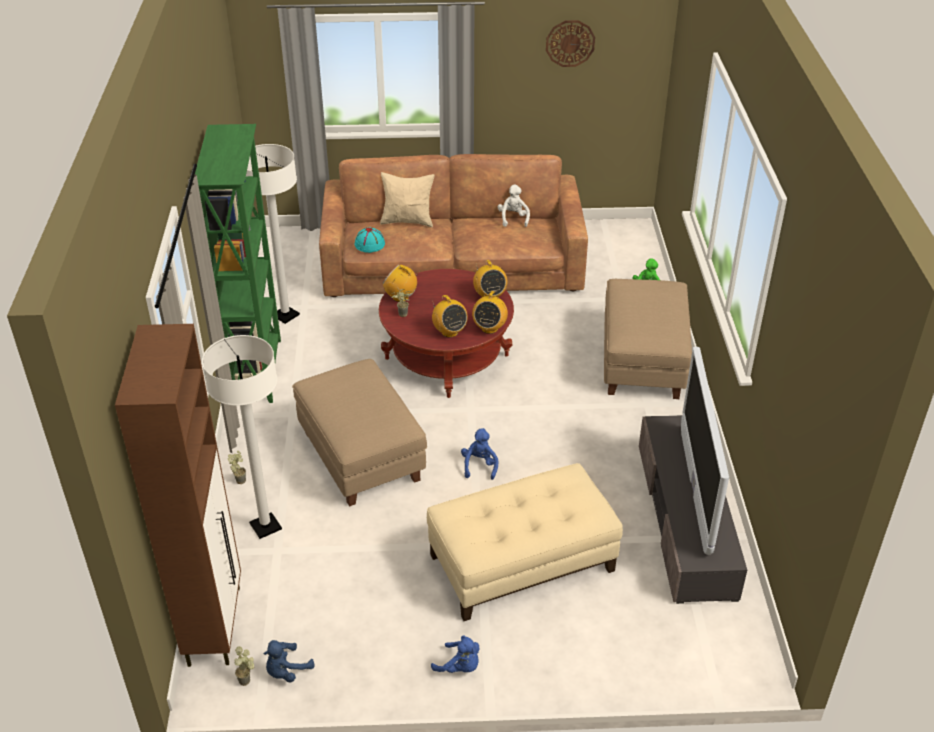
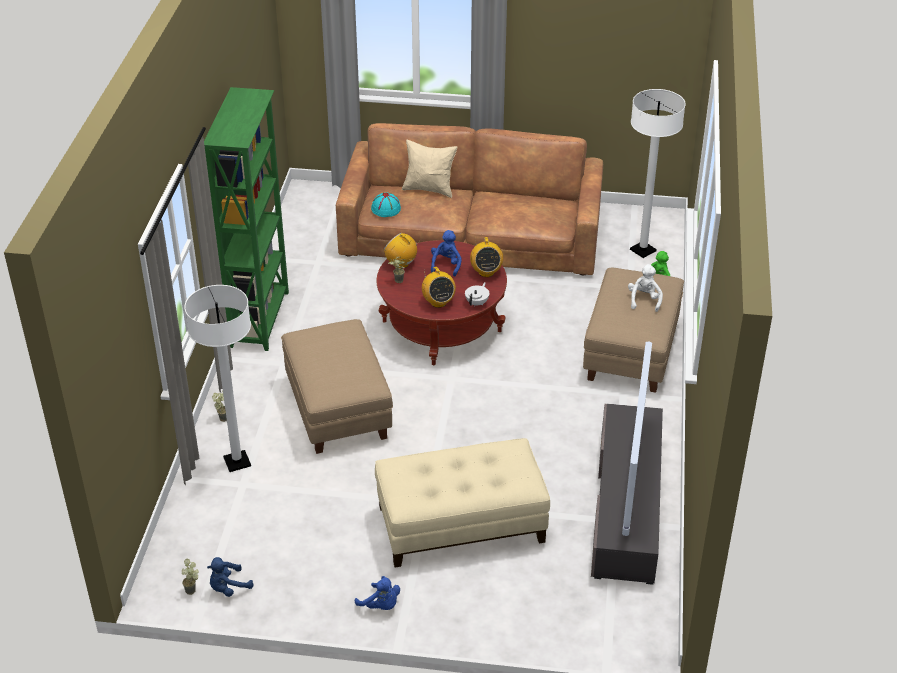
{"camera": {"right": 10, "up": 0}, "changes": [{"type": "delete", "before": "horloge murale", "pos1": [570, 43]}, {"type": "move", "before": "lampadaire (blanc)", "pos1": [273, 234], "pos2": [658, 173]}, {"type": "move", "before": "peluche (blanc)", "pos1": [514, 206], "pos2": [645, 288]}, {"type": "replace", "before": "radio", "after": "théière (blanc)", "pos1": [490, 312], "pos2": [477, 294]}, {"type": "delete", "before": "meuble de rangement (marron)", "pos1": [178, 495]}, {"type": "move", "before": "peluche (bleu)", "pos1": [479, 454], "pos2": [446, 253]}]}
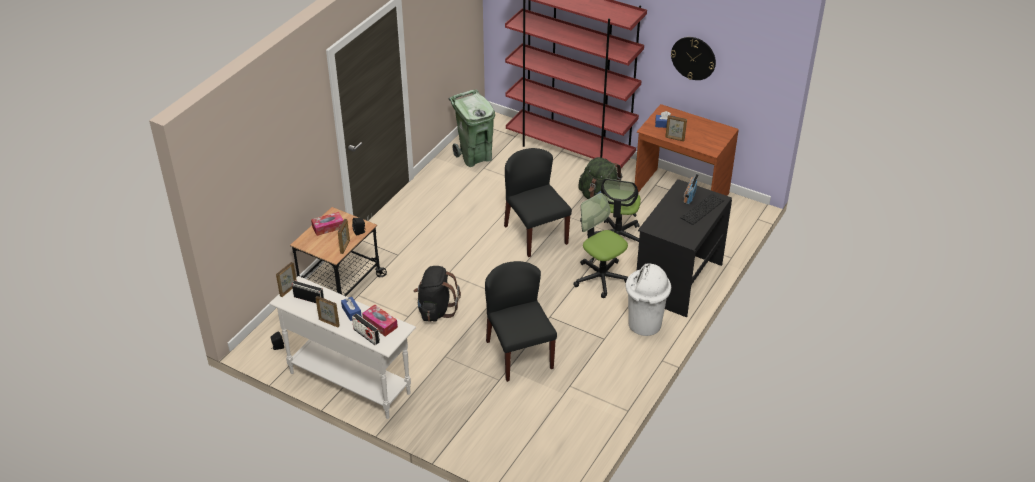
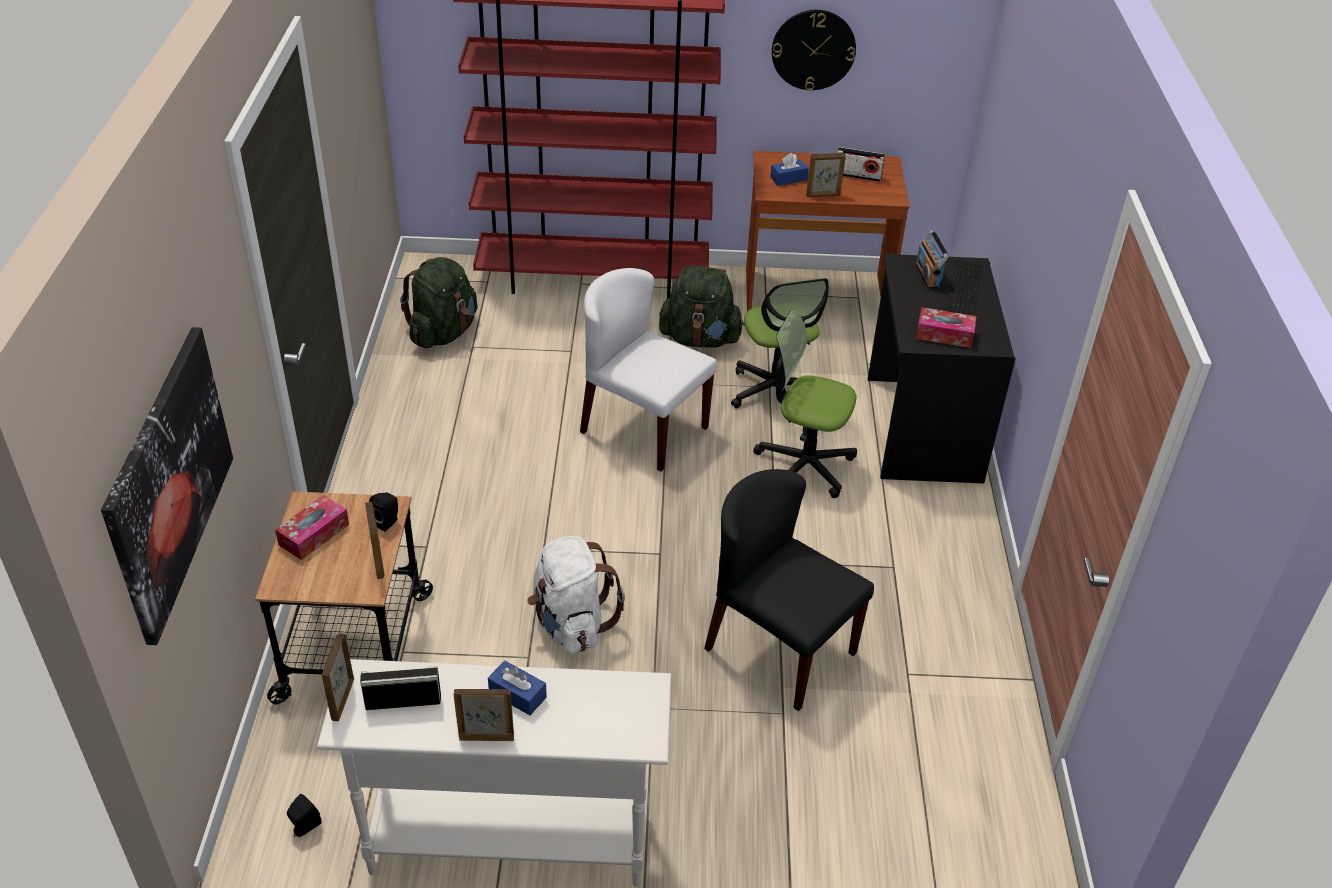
{"camera": {"right": -30, "up": 0}, "changes": [{"type": "replace", "before": "poubelle (vert)", "after": "sac à dos (vert)", "pos1": [472, 128], "pos2": [439, 302]}, {"type": "recolor", "before": "chaise (noir)", "after": "chaise (blanc)", "pos1": [538, 202], "pos2": [648, 370]}, {"type": "delete", "before": "poubelle (blanc)", "pos1": [648, 299]}, {"type": "recolor", "before": "sac à dos (noir)", "after": "sac à dos (blanc)", "pos1": [437, 294], "pos2": [576, 595]}, {"type": "move", "before": "boîte à mouchoirs", "pos1": [380, 320], "pos2": [946, 327]}, {"type": "move", "before": "radio", "pos1": [366, 329], "pos2": [861, 164]}, {"type": "insert", "after": "tableau", "pos2": [167, 486]}]}
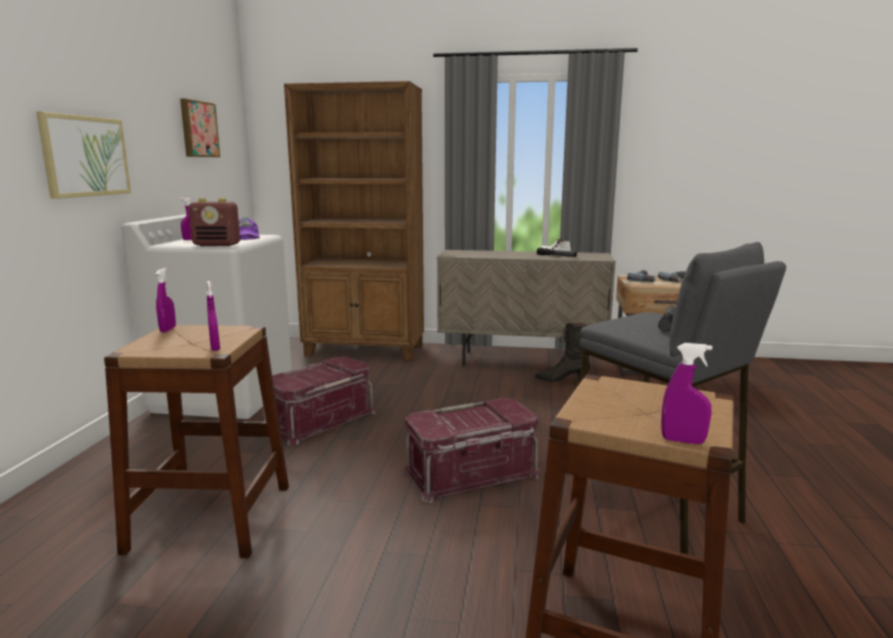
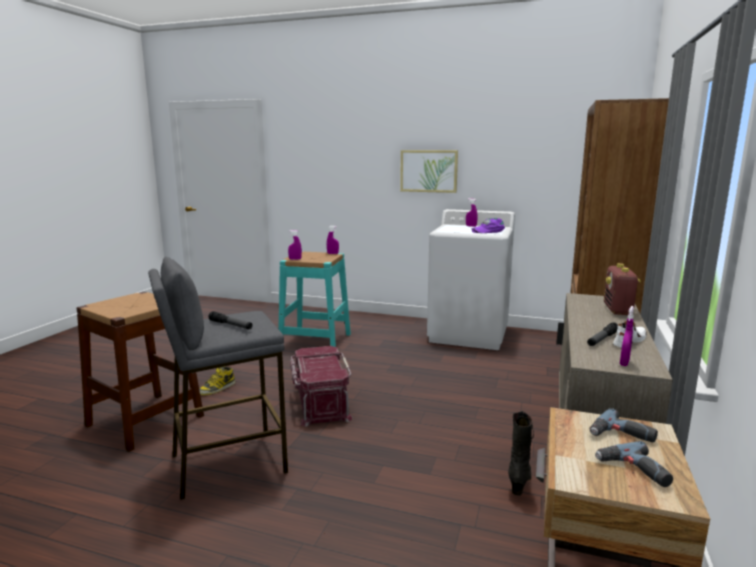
{"camera": {"right": 100, "up": 0}, "changes": [{"type": "delete", "before": "tableau", "pos1": [200, 128]}, {"type": "move", "before": "radio", "pos1": [214, 222], "pos2": [622, 289]}, {"type": "recolor", "before": "tabouret (marron)", "after": "tabouret (turquoise)", "pos1": [196, 441], "pos2": [314, 299]}, {"type": "move", "before": "vaporisateur (violet)", "pos1": [686, 393], "pos2": [627, 336]}, {"type": "delete", "before": "boîte de rangement (rouge)", "pos1": [319, 401]}, {"type": "insert", "after": "botte", "pos2": [217, 380]}]}
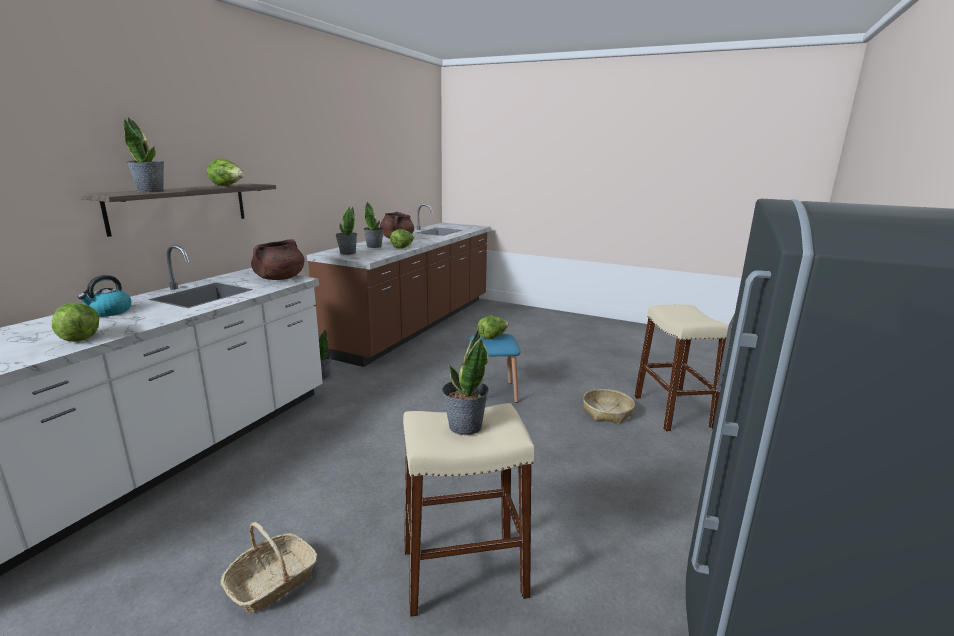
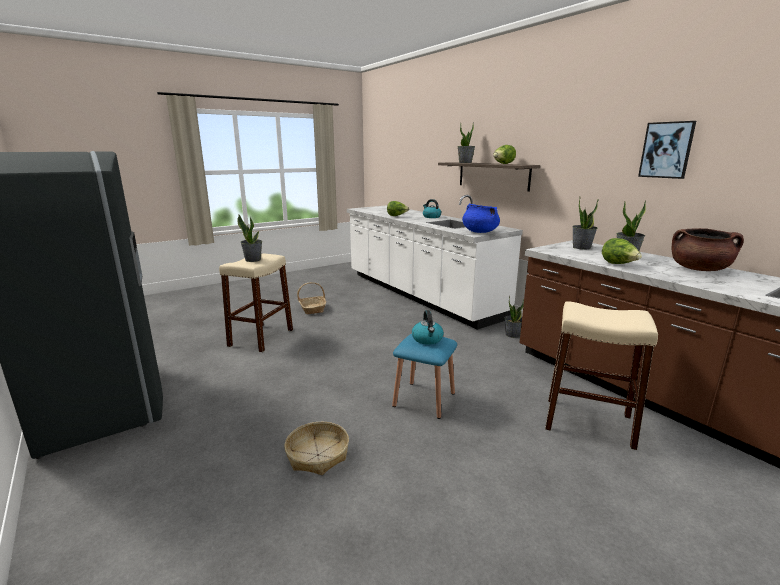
{"camera": {"right": 120, "up": 0}, "changes": [{"type": "recolor", "before": "marmite (marron)", "after": "marmite (bleu)", "pos1": [277, 259], "pos2": [481, 218]}, {"type": "move", "before": "tabouret (beige)", "pos1": [681, 368], "pos2": [601, 375]}, {"type": "replace", "before": "laitue", "after": "bouilloire", "pos1": [493, 327], "pos2": [428, 327]}, {"type": "insert", "after": "tableau", "pos2": [667, 150]}]}
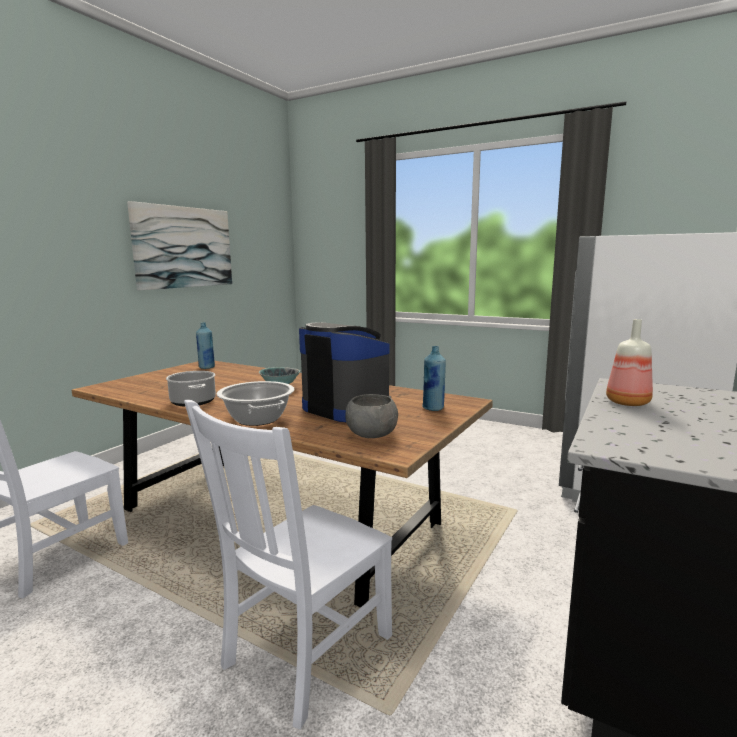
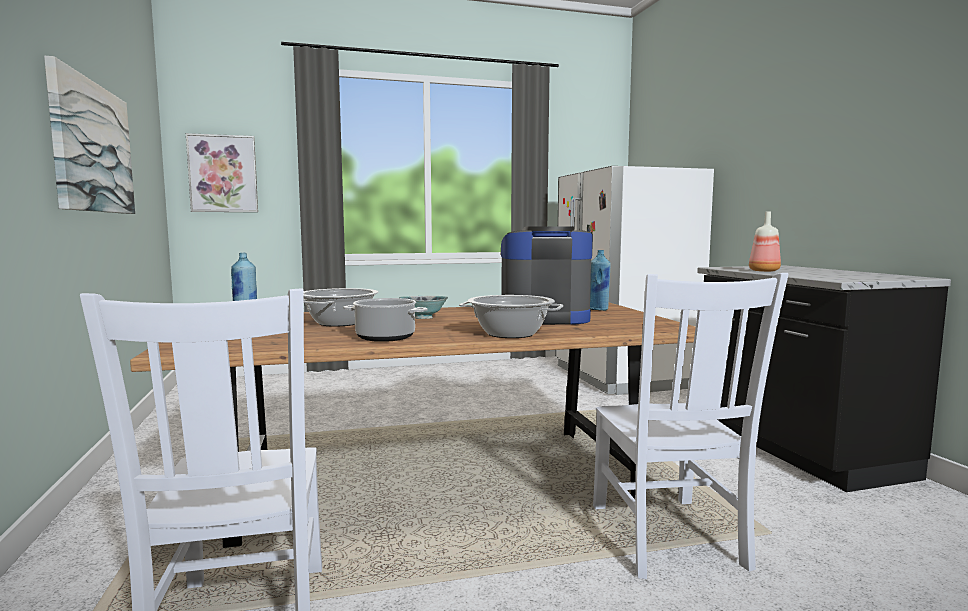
{"camera": {"right": -45, "up": -5}, "changes": [{"type": "delete", "before": "bol (gris)", "pos1": [371, 416]}, {"type": "insert", "after": "tableau", "pos2": [222, 172]}, {"type": "insert", "after": "marmite", "pos2": [341, 307]}]}
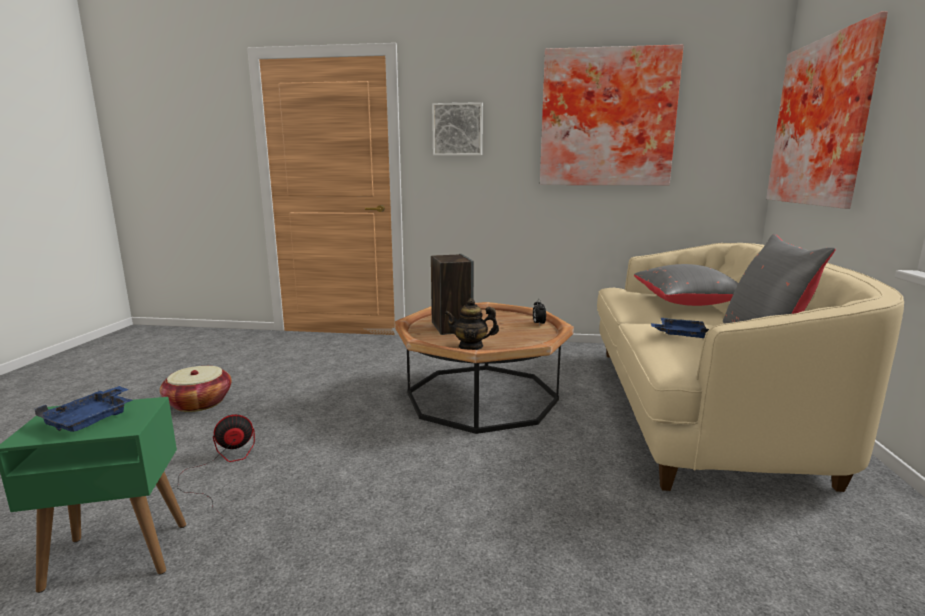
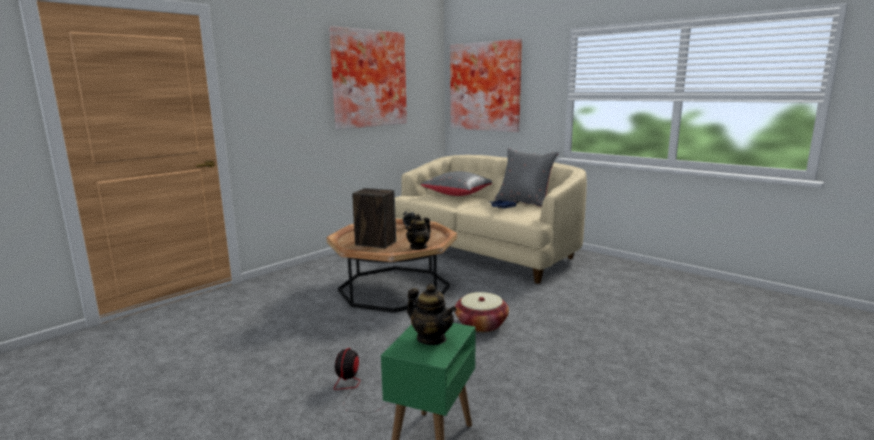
{"camera": {"right": -55, "up": 0}, "changes": [{"type": "delete", "before": "tableau", "pos1": [457, 129]}, {"type": "move", "before": "panier", "pos1": [196, 389], "pos2": [482, 312]}, {"type": "replace", "before": "plateau (bleu)", "after": "théière", "pos1": [83, 409], "pos2": [431, 314]}]}
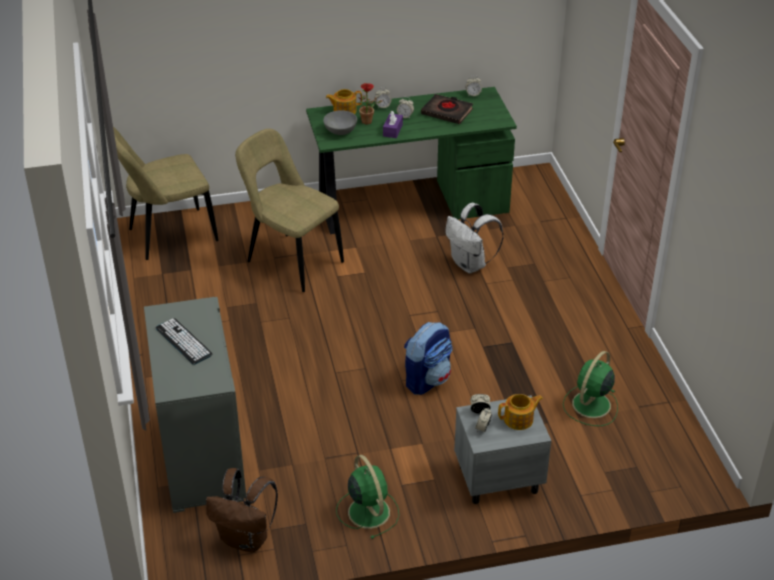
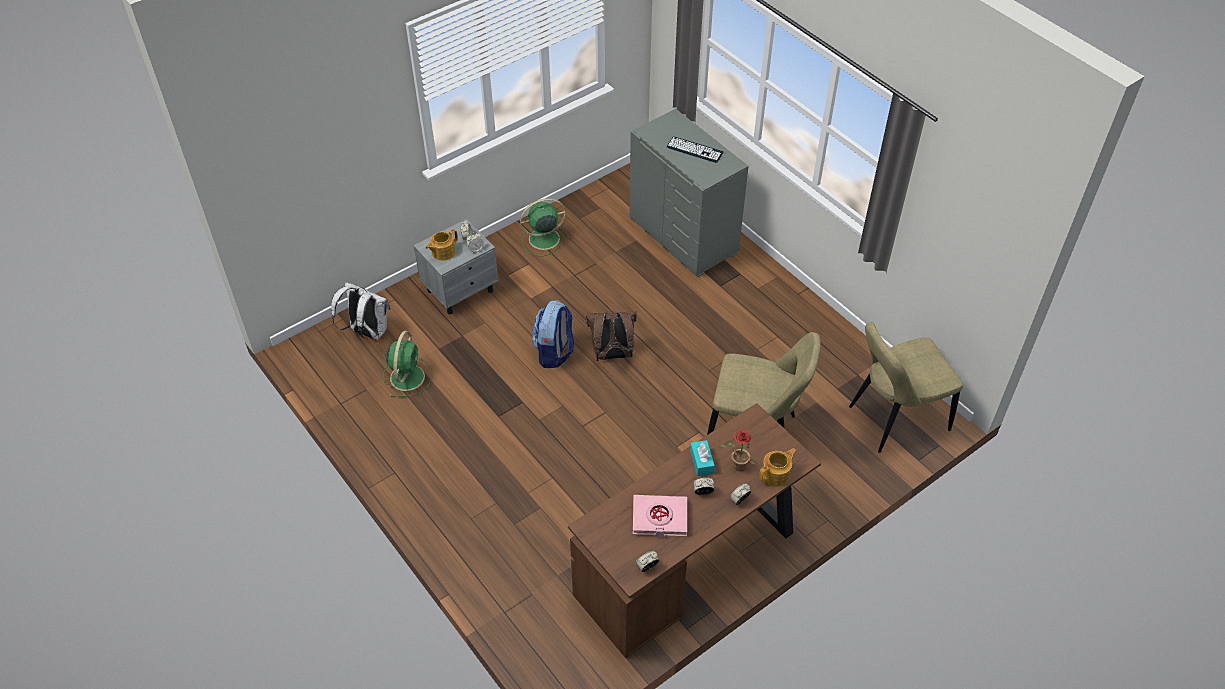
{"camera": {"right": 155, "up": 10}, "changes": [{"type": "recolor", "before": "bureau (vert)", "after": "bureau (marron)", "pos1": [411, 160], "pos2": [694, 530]}, {"type": "recolor", "before": "livre (noir)", "after": "livre (rose)", "pos1": [447, 109], "pos2": [660, 516]}, {"type": "delete", "before": "bol (gris)", "pos1": [340, 122]}, {"type": "recolor", "before": "boîte à mouchoirs (violet)", "after": "boîte à mouchoirs (turquoise)", "pos1": [393, 124], "pos2": [702, 458]}, {"type": "rotate", "before": "chaise (beige)", "pos1": [166, 193], "pos2": [906, 387], "turn": -150}, {"type": "move", "before": "sac à dos (blanc)", "pos1": [474, 238], "pos2": [361, 311]}, {"type": "rotate", "before": "ventilateur (vert)", "pos1": [367, 497], "pos2": [545, 227], "turn": 120}, {"type": "move", "before": "sac à dos (marron)", "pos1": [242, 510], "pos2": [611, 335]}]}
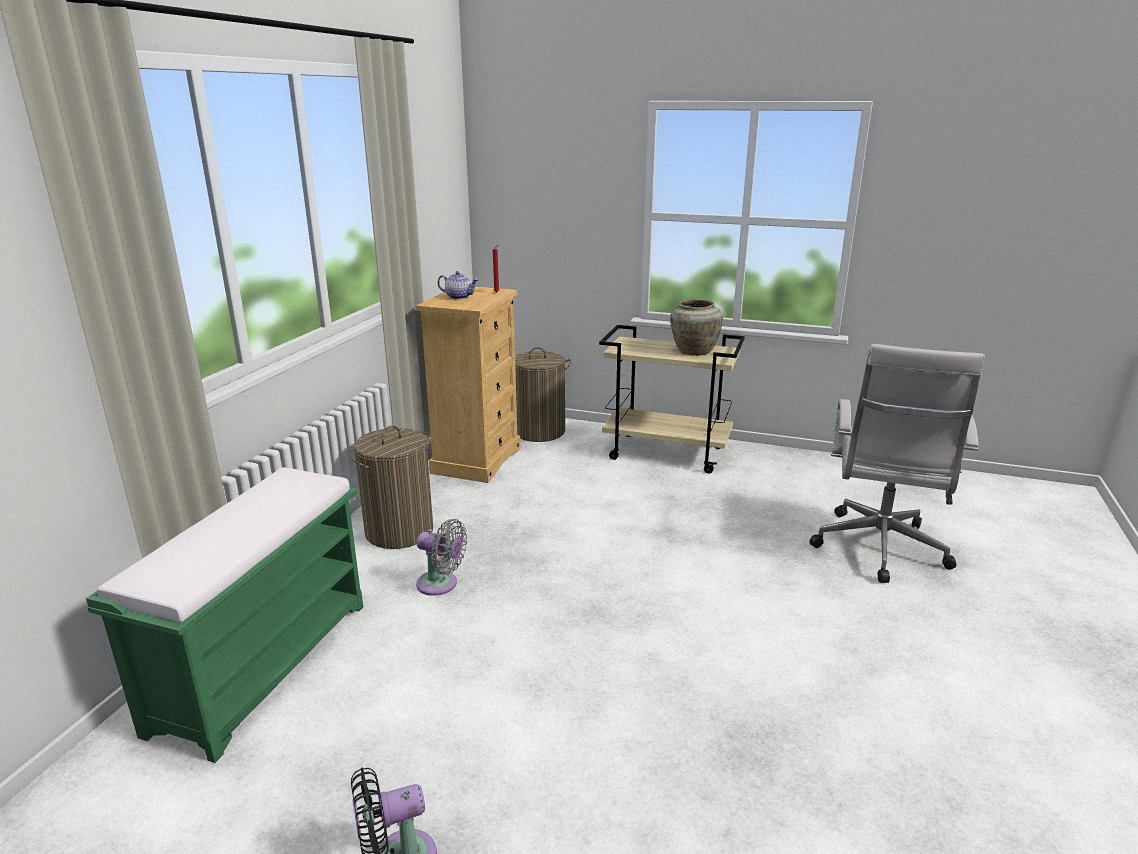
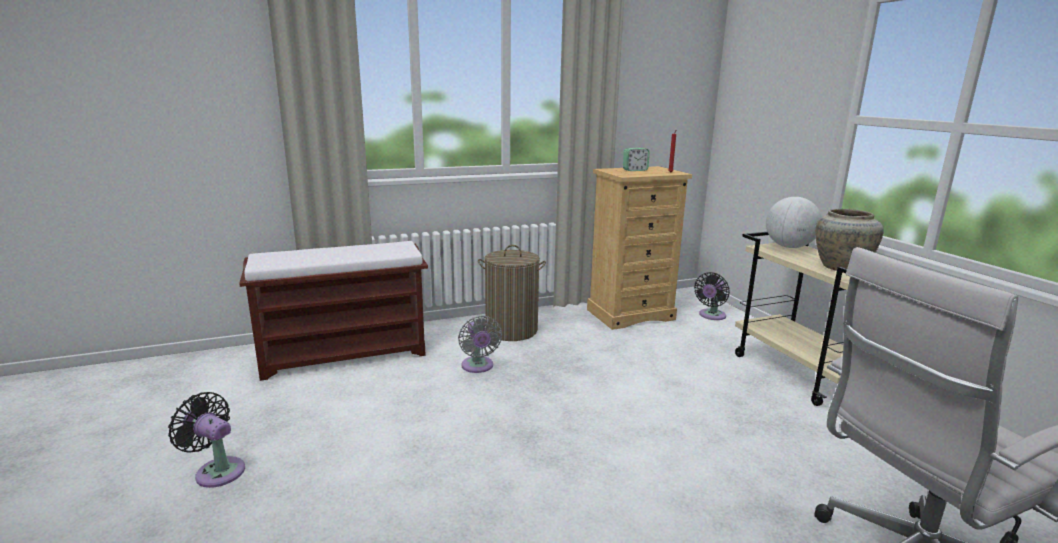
{"camera": {"right": 50, "up": -5}, "changes": [{"type": "replace", "before": "théière", "after": "réveil", "pos1": [457, 285], "pos2": [636, 159]}, {"type": "replace", "before": "panier à linge", "after": "ventilateur (noir)", "pos1": [543, 394], "pos2": [712, 296]}, {"type": "recolor", "before": "banc (vert)", "after": "banc (marron)", "pos1": [224, 615], "pos2": [333, 311]}, {"type": "insert", "after": "globe", "pos2": [794, 222]}]}
